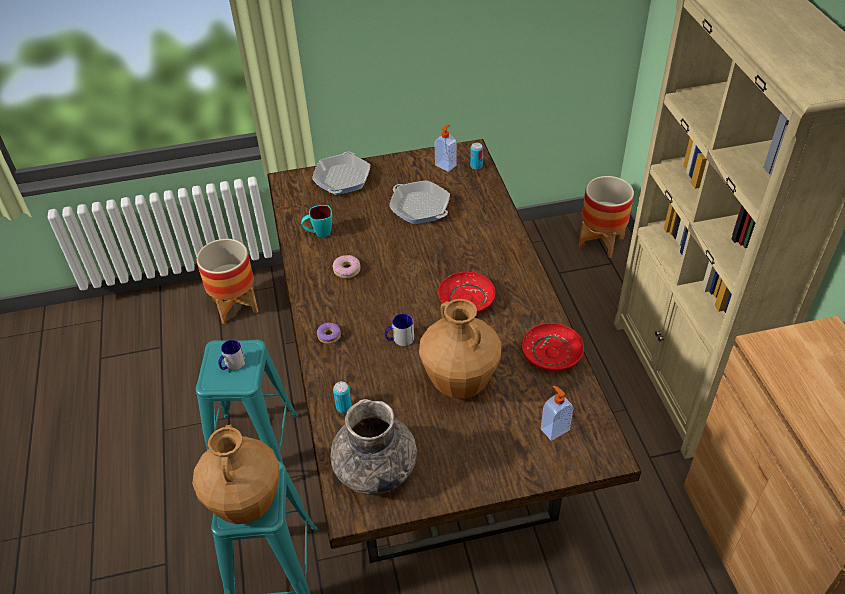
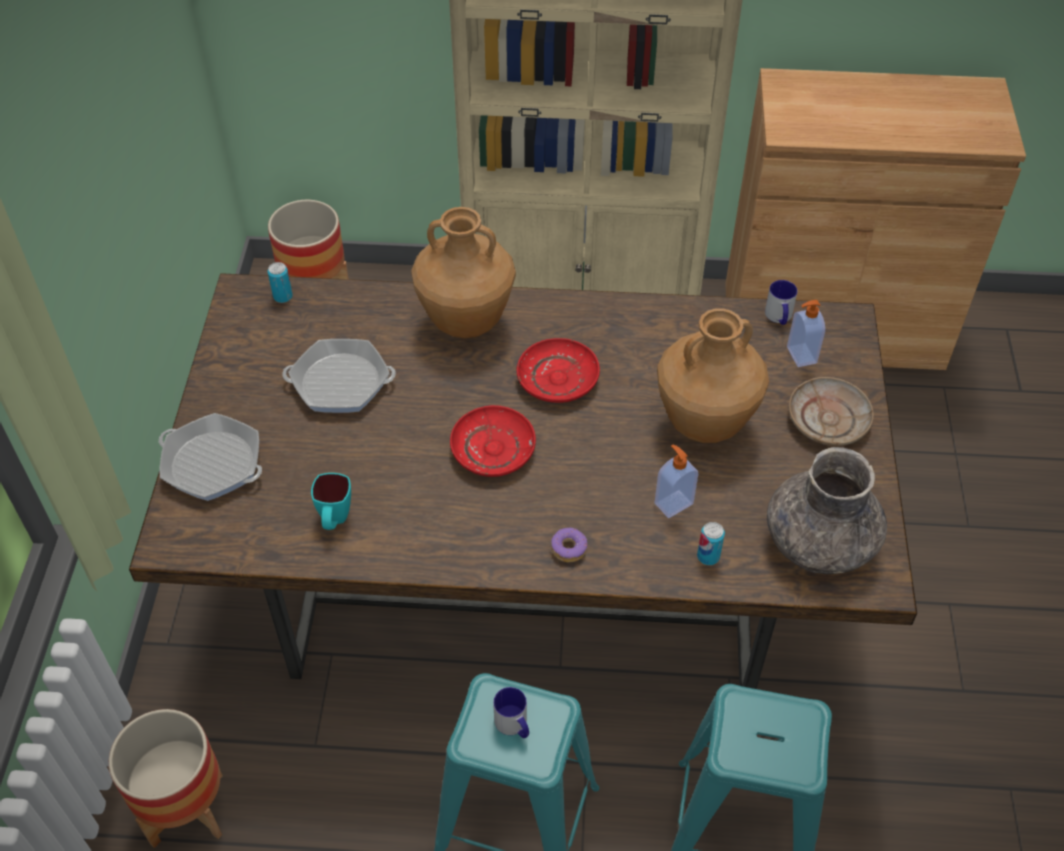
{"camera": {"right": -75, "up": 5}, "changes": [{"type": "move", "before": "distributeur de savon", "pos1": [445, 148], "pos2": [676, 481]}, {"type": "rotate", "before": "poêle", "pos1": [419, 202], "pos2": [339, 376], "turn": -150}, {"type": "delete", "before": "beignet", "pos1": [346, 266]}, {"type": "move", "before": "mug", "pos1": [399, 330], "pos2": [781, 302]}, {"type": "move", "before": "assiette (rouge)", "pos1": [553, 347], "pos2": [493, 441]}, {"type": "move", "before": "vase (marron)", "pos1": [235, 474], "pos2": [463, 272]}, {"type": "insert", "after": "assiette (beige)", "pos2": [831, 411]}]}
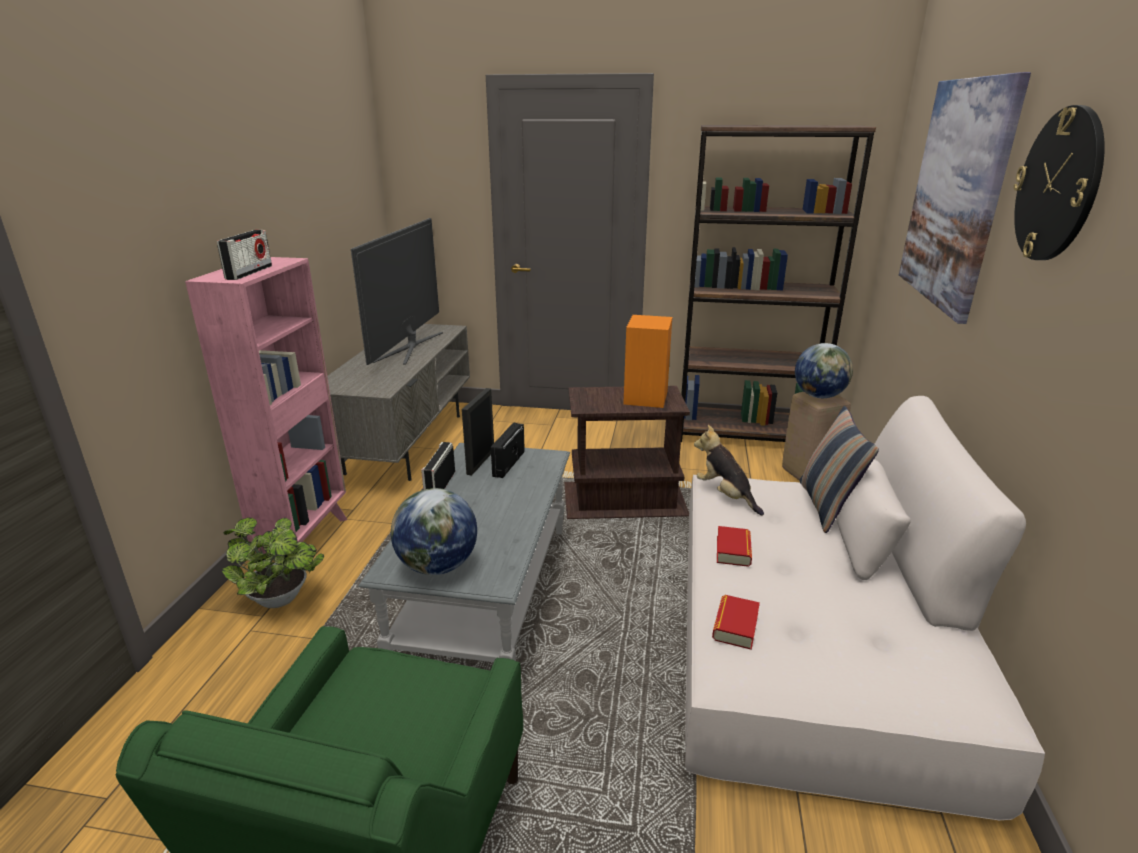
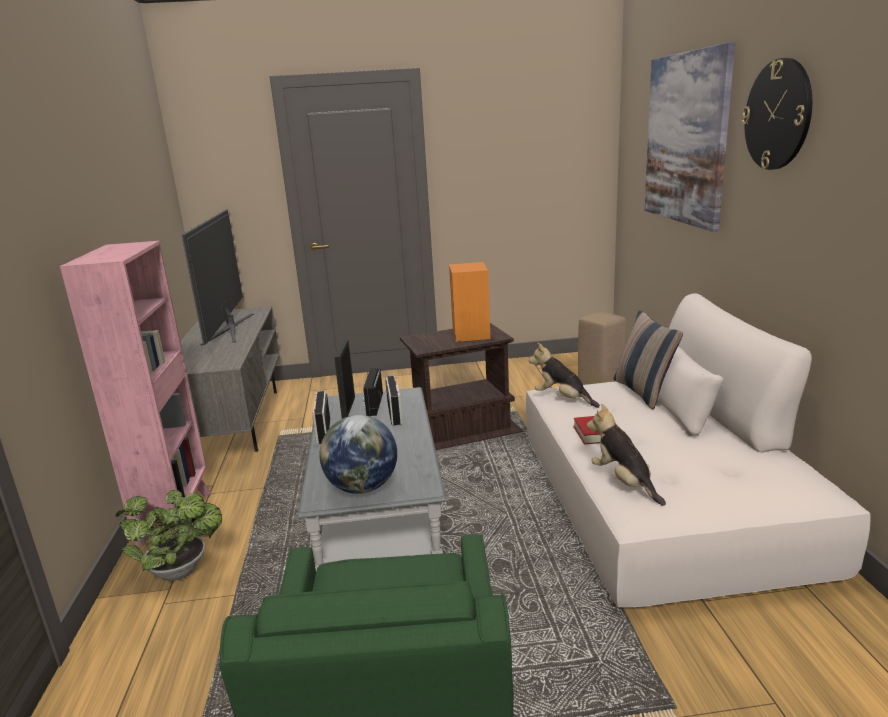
{"camera": {"right": -15, "up": -5}, "changes": [{"type": "delete", "before": "bibliothèque (marron)", "pos1": [778, 283]}, {"type": "move", "before": "radio", "pos1": [244, 255], "pos2": [394, 400]}, {"type": "delete", "before": "globe", "pos1": [824, 370]}, {"type": "replace", "before": "livre", "after": "peluche", "pos1": [736, 622], "pos2": [626, 455]}]}
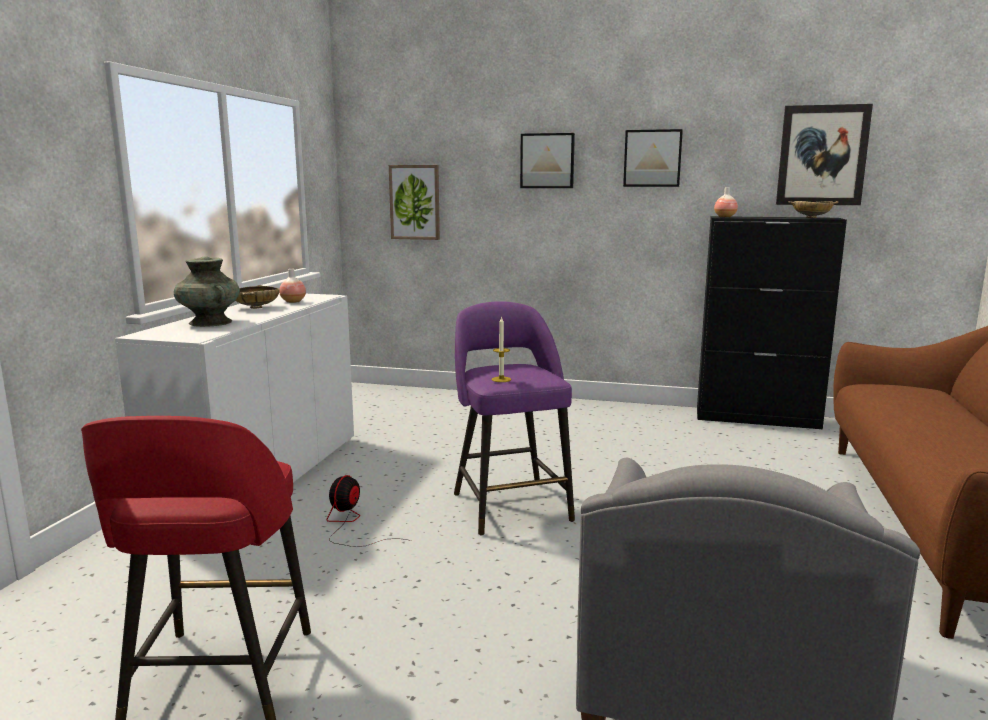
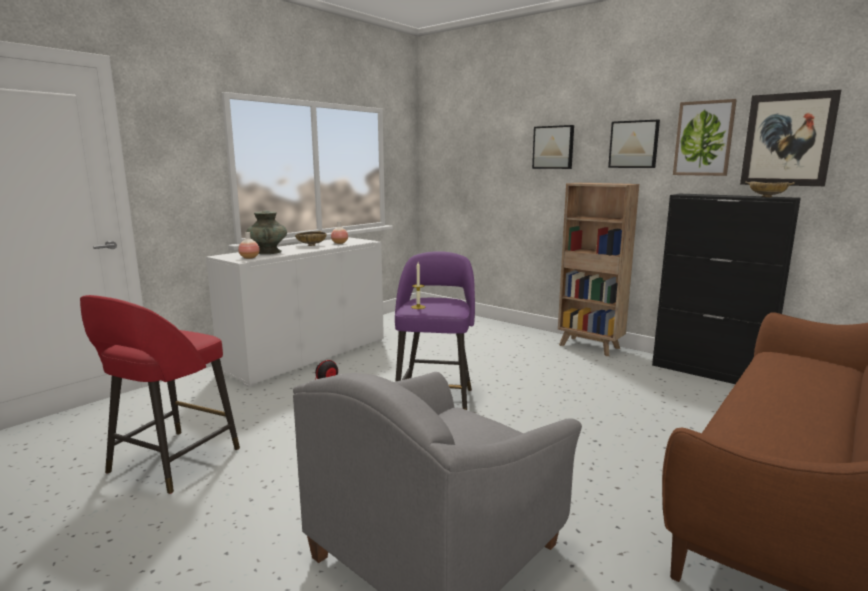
{"camera": {"right": 25, "up": 0}, "changes": [{"type": "move", "before": "tableau", "pos1": [414, 202], "pos2": [705, 137]}, {"type": "move", "before": "vase", "pos1": [726, 202], "pos2": [249, 245]}, {"type": "insert", "after": "bibliothèque (marron)", "pos2": [598, 269]}]}
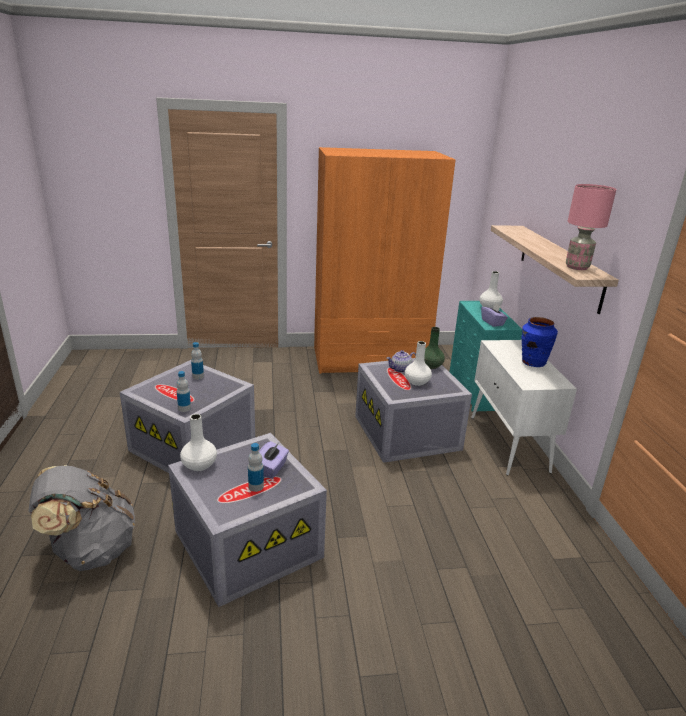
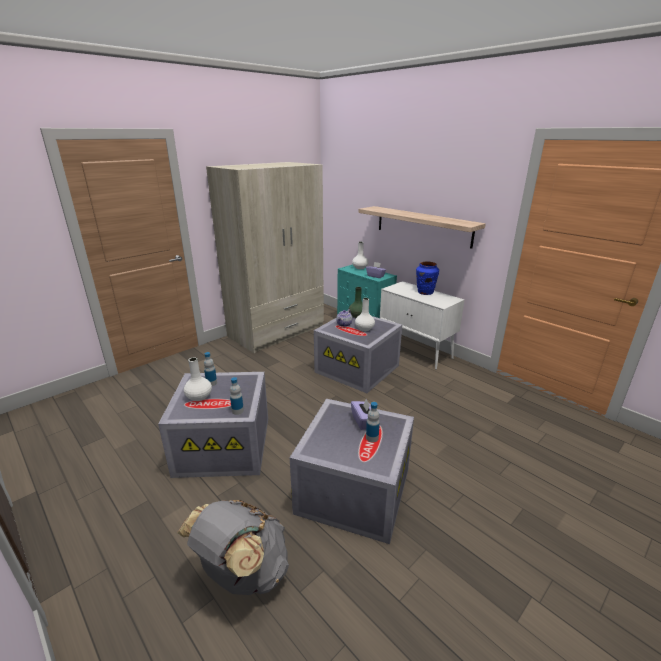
{"camera": {"right": -35, "up": 0}, "changes": [{"type": "recolor", "before": "armoire (orange)", "after": "armoire (beige)", "pos1": [384, 260], "pos2": [265, 257]}, {"type": "delete", "before": "lampe de table (rose)", "pos1": [591, 227]}, {"type": "move", "before": "vase (blanc)", "pos1": [198, 442], "pos2": [198, 379]}]}
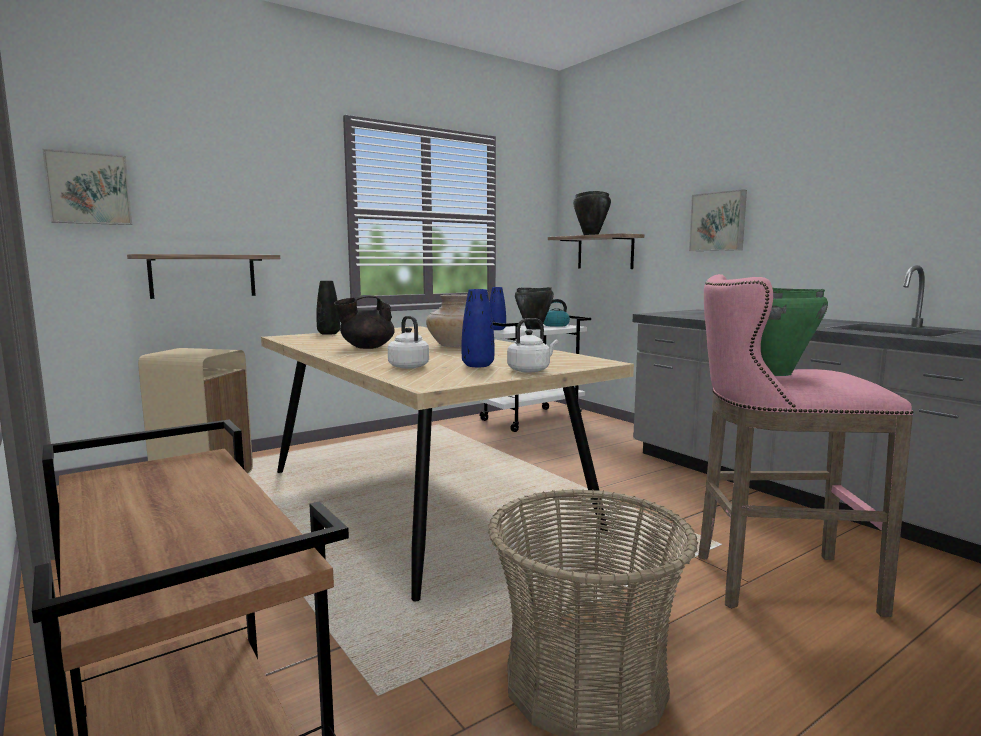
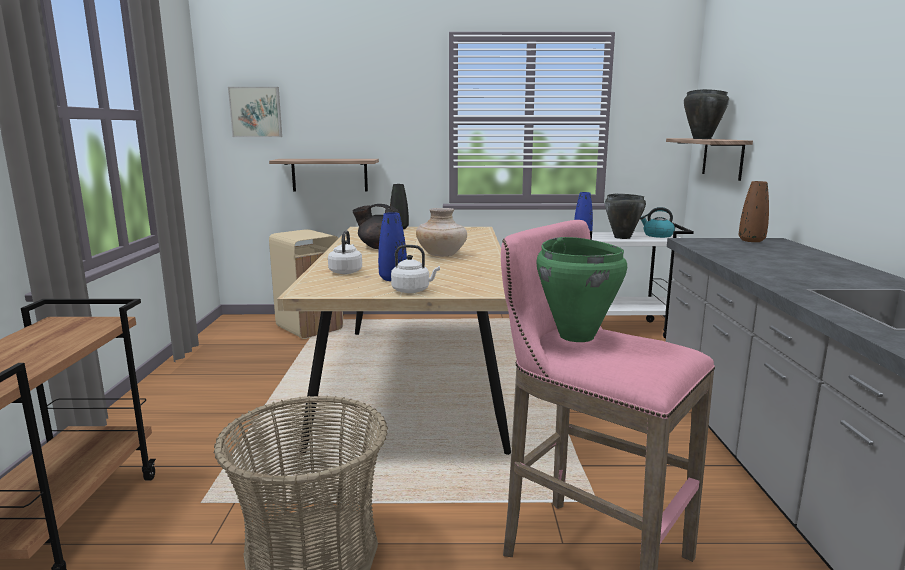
{"camera": {"right": 35, "up": 5}, "changes": [{"type": "delete", "before": "tableau", "pos1": [718, 220]}, {"type": "insert", "after": "vase (marron)", "pos2": [754, 211]}]}
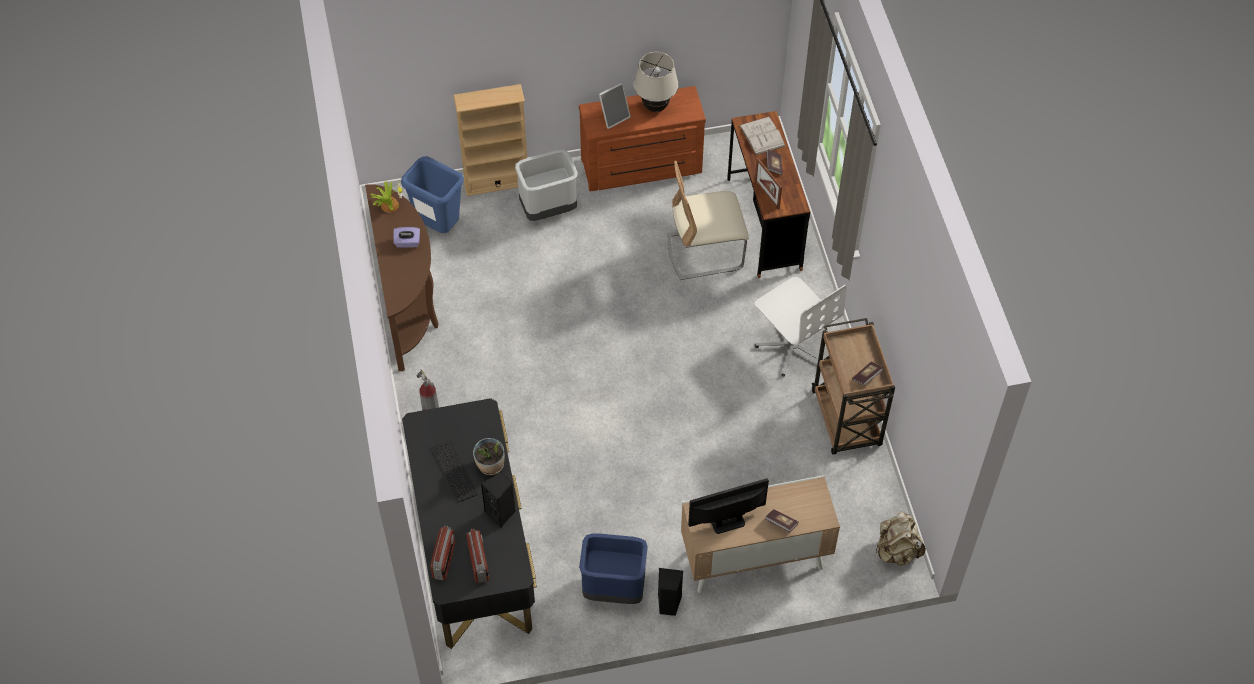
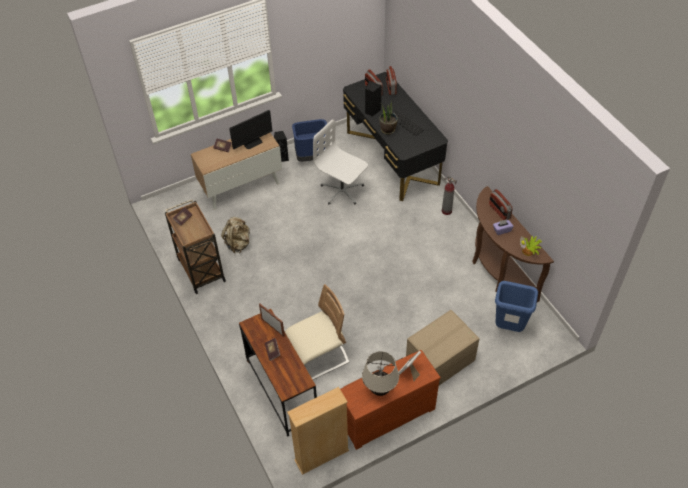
{"camera": {"right": 165, "up": -5}, "changes": [{"type": "move", "before": "bibliothèque (beige)", "pos1": [490, 140], "pos2": [318, 431]}, {"type": "delete", "before": "livre (blanc)", "pos1": [762, 136]}, {"type": "replace", "before": "poubelle (gris)", "after": "carton", "pos1": [546, 185], "pos2": [443, 347]}, {"type": "move", "before": "chaise de bureau (blanc)", "pos1": [800, 326], "pos2": [340, 162]}, {"type": "move", "before": "sac à dos (beige)", "pos1": [901, 538], "pos2": [235, 235]}, {"type": "insert", "after": "radio", "pos2": [501, 204]}]}
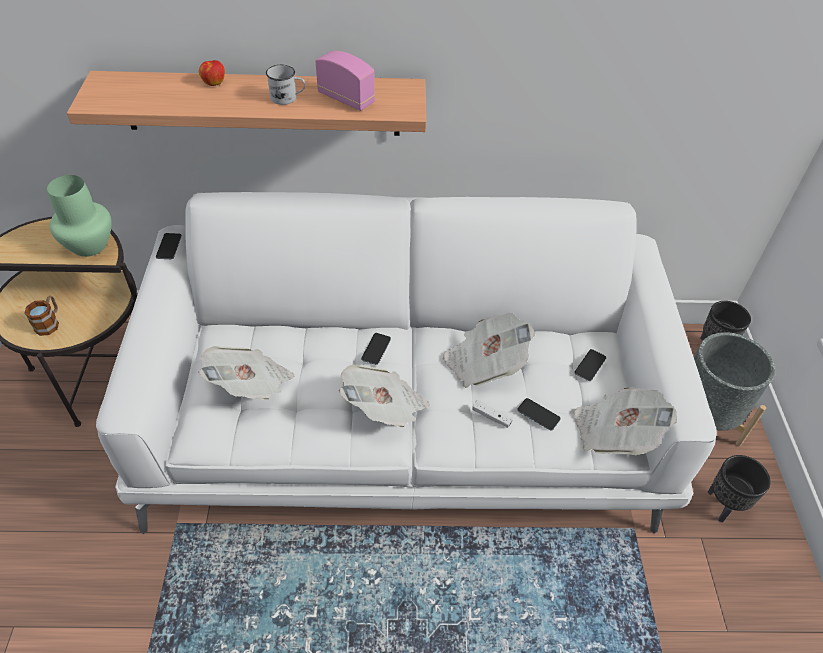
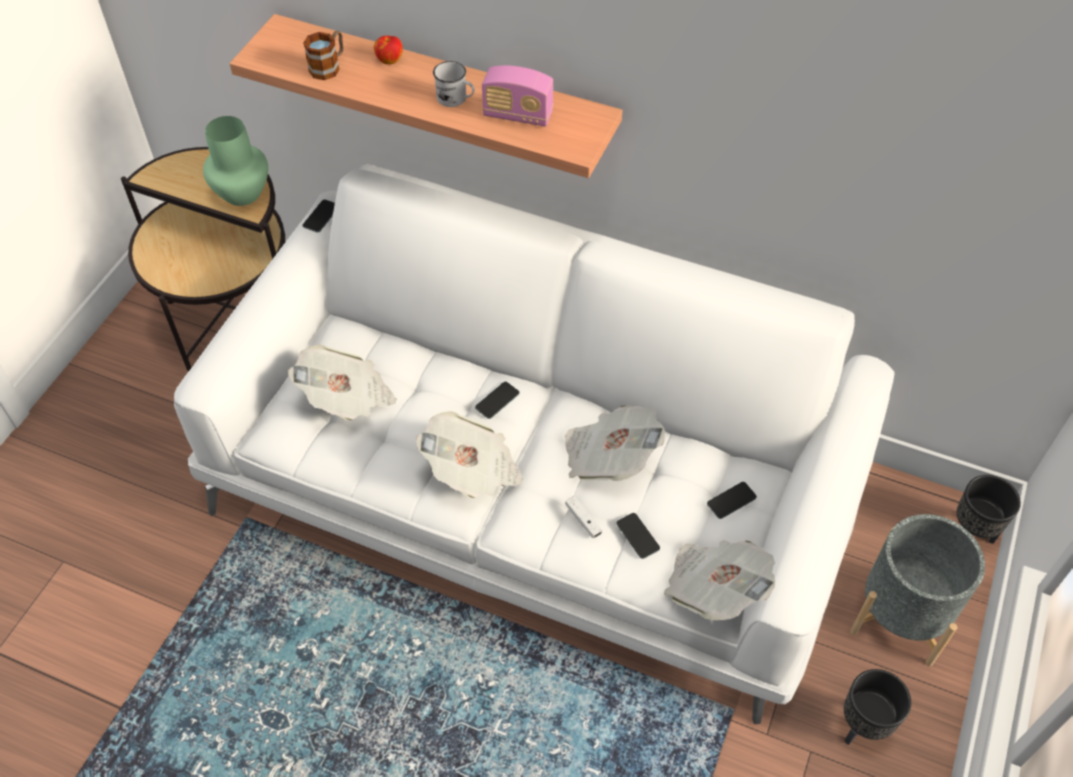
{"camera": {"right": 25, "up": 5}, "changes": [{"type": "rotate", "before": "radio", "pos1": [345, 81], "pos2": [517, 96], "turn": 135}, {"type": "move", "before": "mug", "pos1": [41, 316], "pos2": [323, 55]}]}
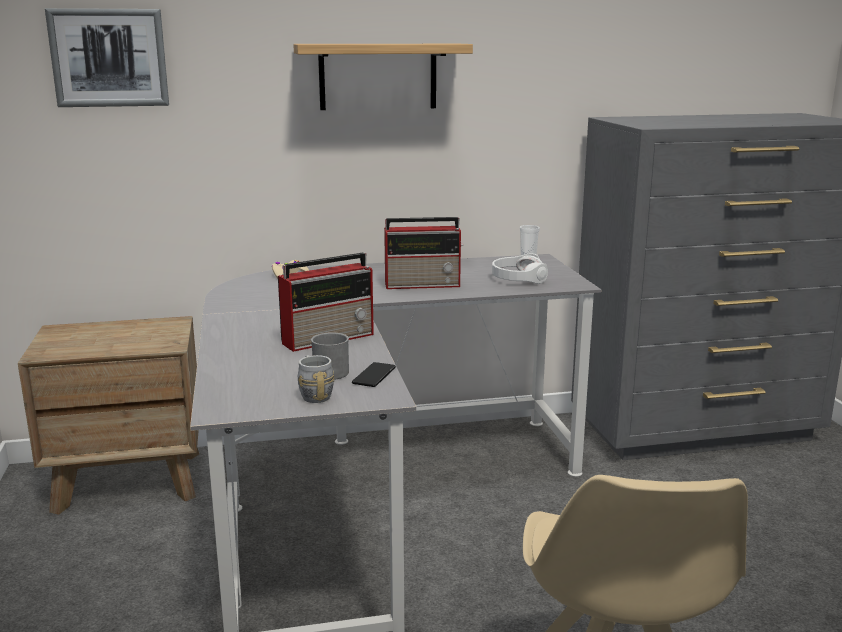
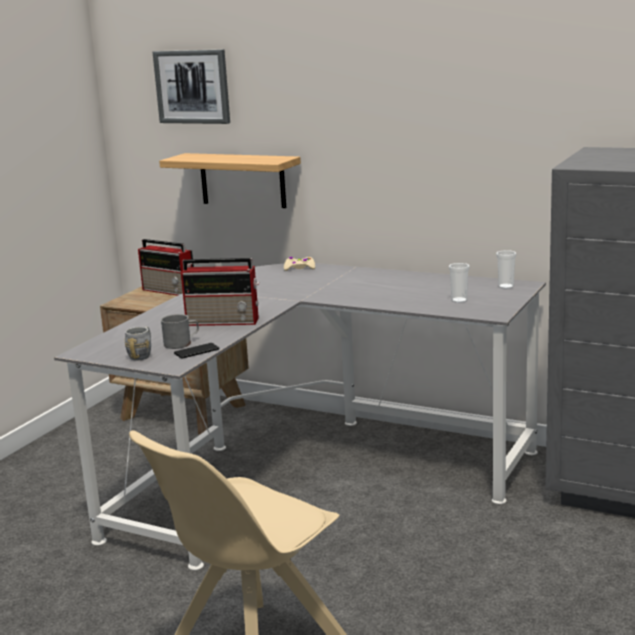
{"camera": {"right": 40, "up": 0}, "changes": [{"type": "move", "before": "étagère", "pos1": [383, 77], "pos2": [230, 180]}, {"type": "move", "before": "radio", "pos1": [424, 253], "pos2": [166, 267]}, {"type": "replace", "before": "casque audio (blanc)", "after": "tasse", "pos1": [520, 268], "pos2": [459, 283]}]}
